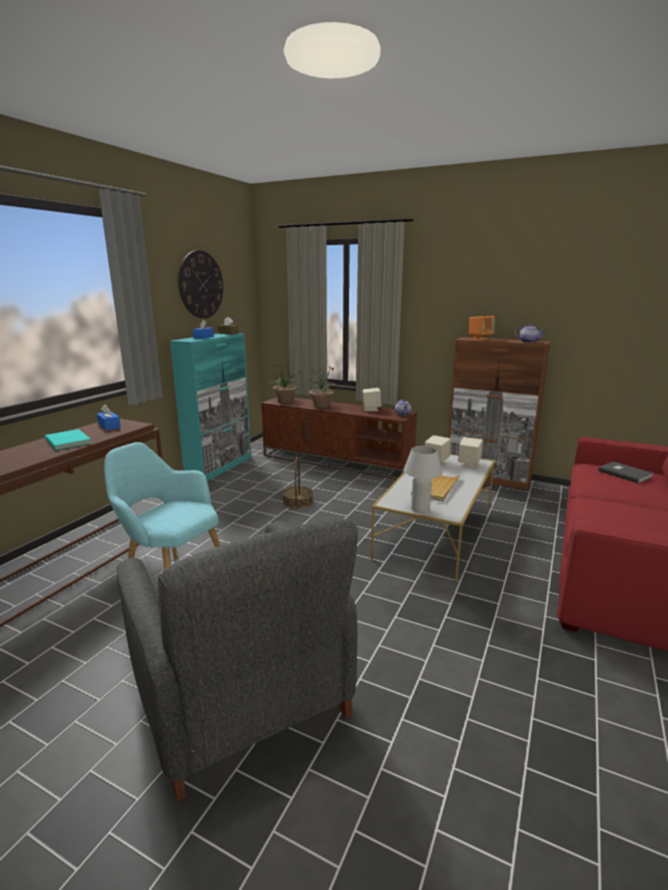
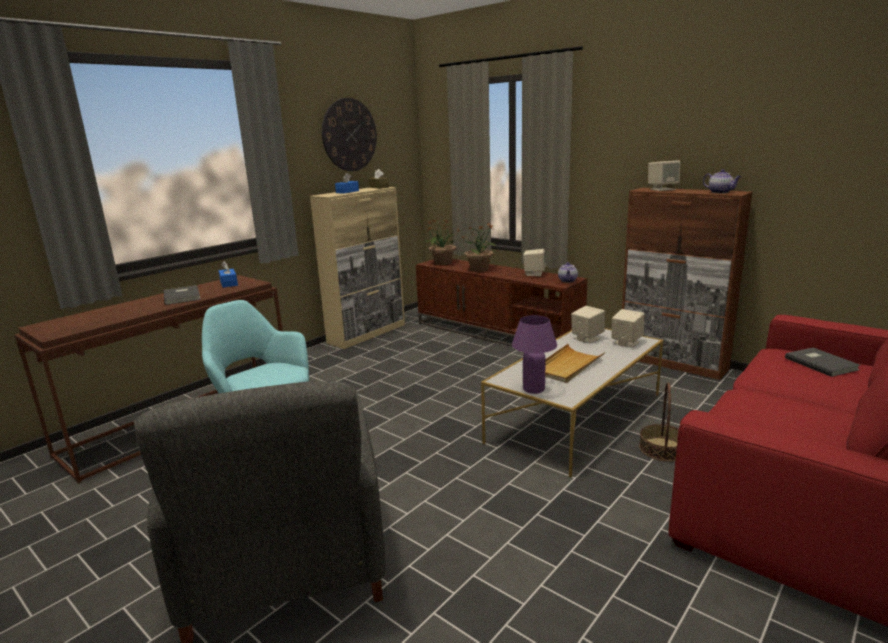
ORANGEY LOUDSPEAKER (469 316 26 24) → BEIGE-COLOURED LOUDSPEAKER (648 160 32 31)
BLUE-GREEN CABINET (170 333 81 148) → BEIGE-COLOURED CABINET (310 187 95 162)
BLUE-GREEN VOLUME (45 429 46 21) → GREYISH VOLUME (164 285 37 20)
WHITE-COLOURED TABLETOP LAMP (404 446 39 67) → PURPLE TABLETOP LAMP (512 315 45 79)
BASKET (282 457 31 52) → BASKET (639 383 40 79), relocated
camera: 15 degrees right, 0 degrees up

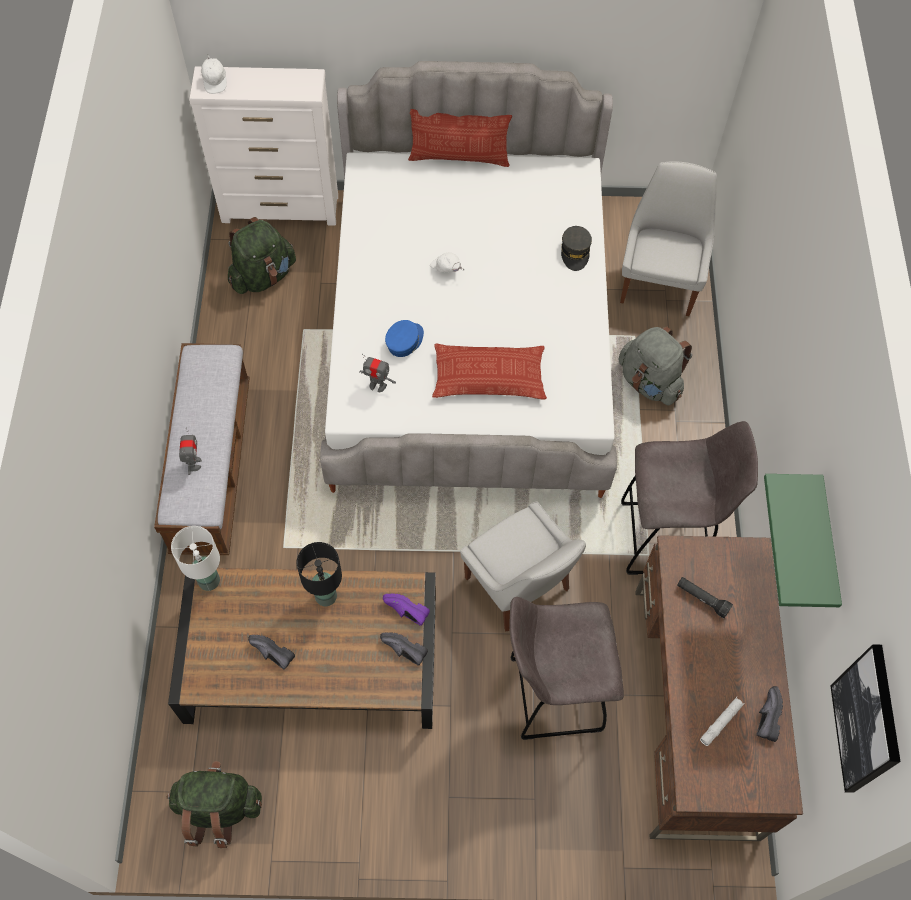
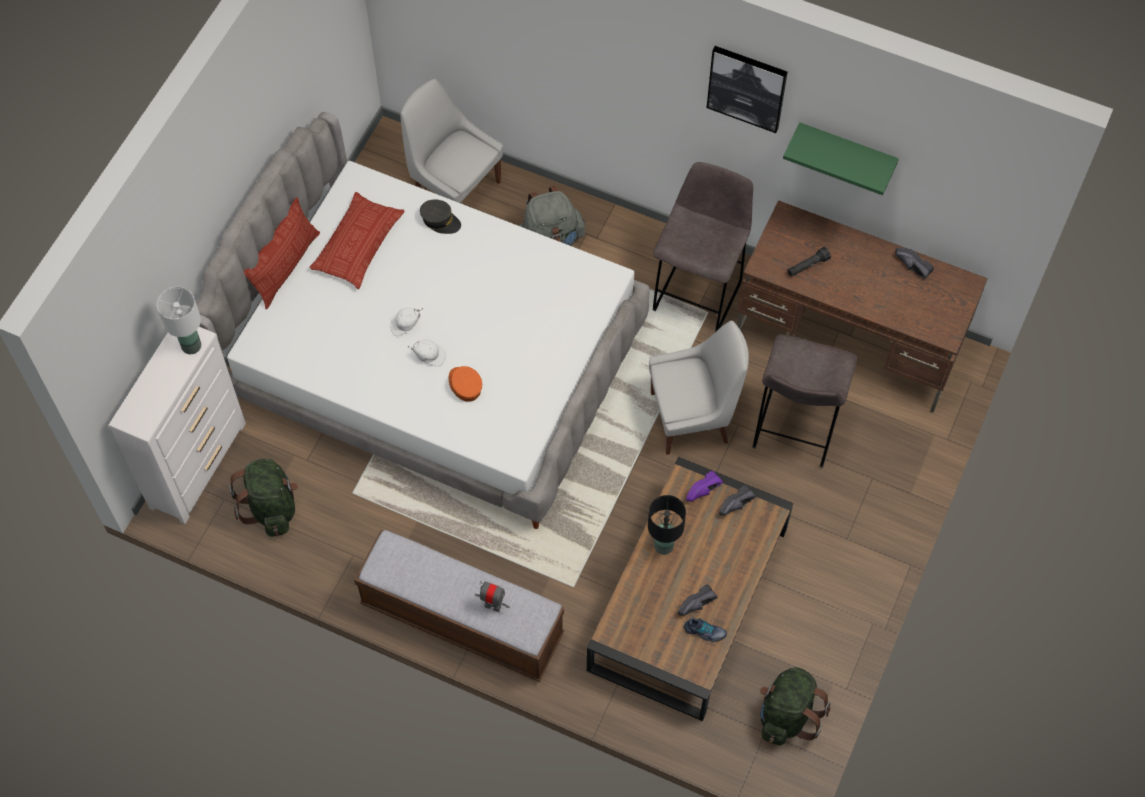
WHITE-COLOURED CAP (201 54 26 40) → WHITE-COLOURED CAP (408 339 38 27), relocated
BLUE-COLOURED CAP (385 320 39 37) → ORANGEY CAP (449 366 33 35)
PILLOW (432 344 115 55) → PILLOW (309 192 96 97), relocated
ROBOT FIGURE (359 354 37 38) → -
WHITE-COLOURED TABLETOP LAMP (171 526 49 65) → WHITE-COLOURED TABLETOP LAMP (157 287 44 67), relocated
WALL PICTURE (830 644 71 149) → WALL PICTURE (707 46 81 87), relocated
WHITE-COLOURED HAND TORCH (700 697 45 49) → -
- → LOW SHOE (684 617 43 25)
camera: 65 degrees left, 0 degrees up

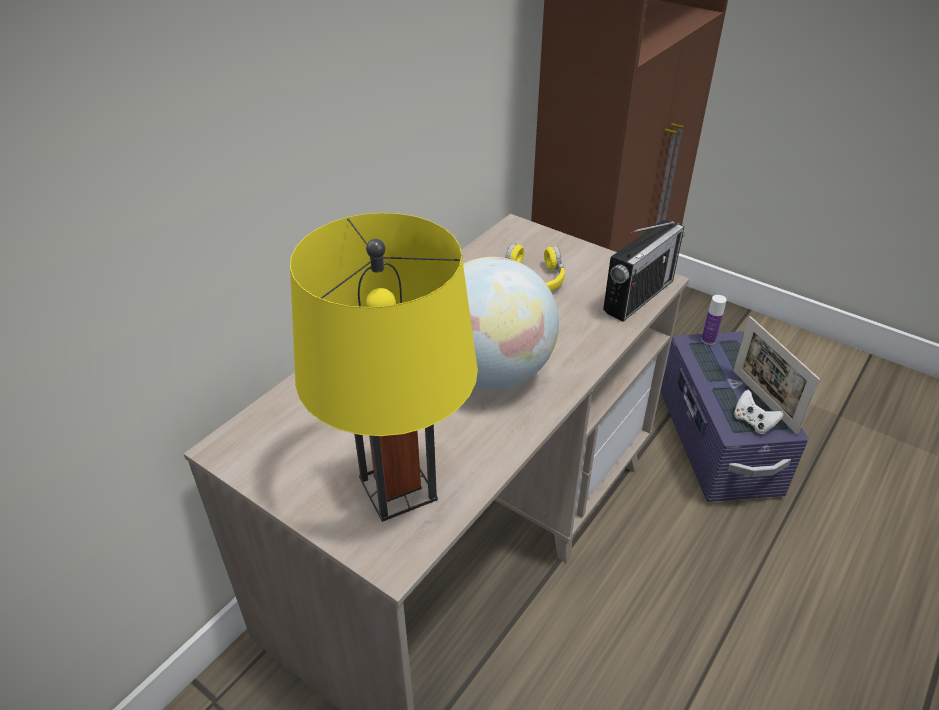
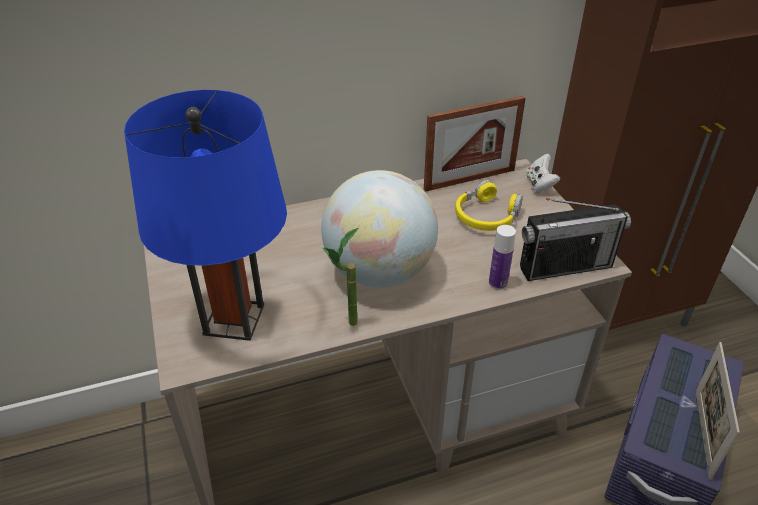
YELLOW-COLOURED TABLETOP LAMP (290 213 188 309) → BLUE-COLOURED TABLETOP LAMP (124 90 163 251)
DRINK BOTTLE (701 295 26 50) → DRINK BOTTLE (489 225 27 65), relocated
WHITE-COLOURED GAME CONTROLLER (734 390 50 44) → WHITE-COLOURED GAME CONTROLLER (526 154 34 39), relocated
- → PICTURE FRAME (424 96 102 96)
- → PLANT IN A POT (323 228 35 98)
camera: 35 degrees right, 0 degrees up

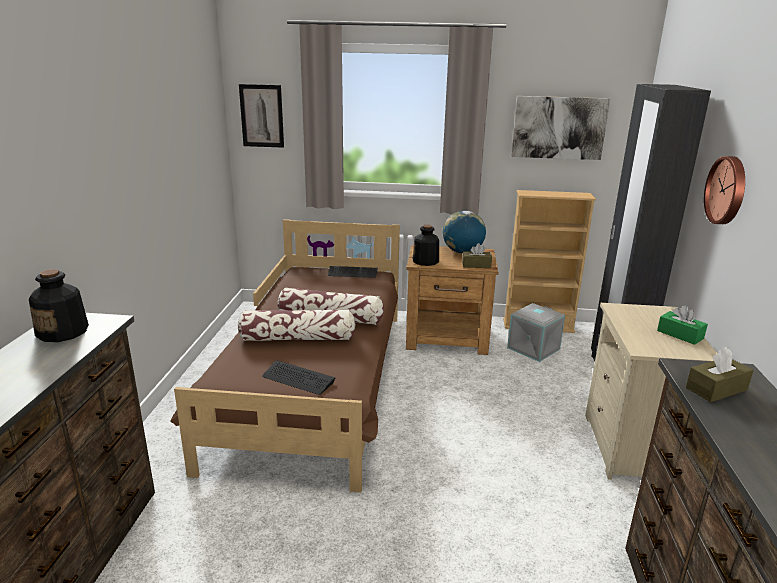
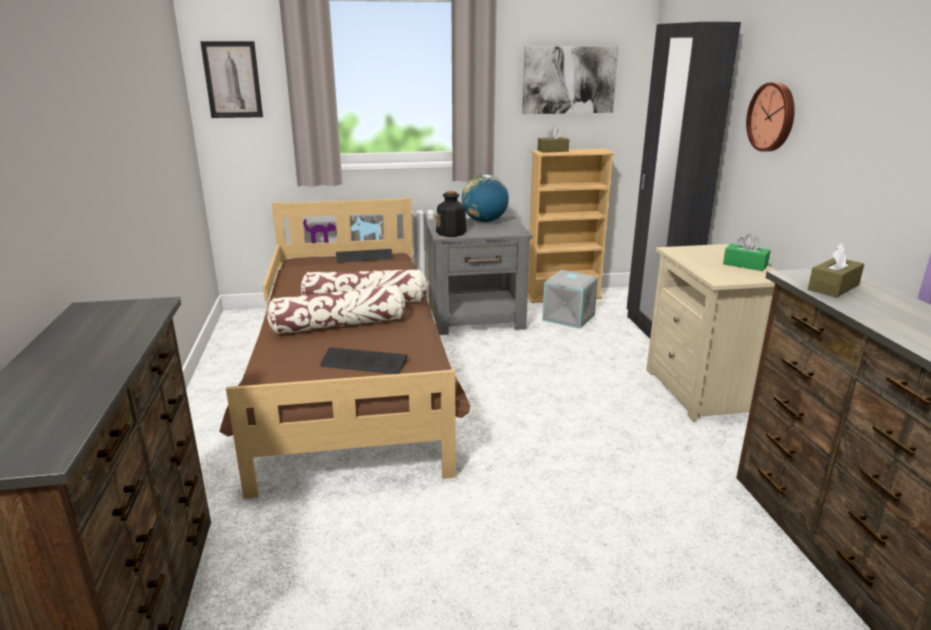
BROWN-COLOURED BOX OF TISSUES (462 243 30 25) → BROWN-COLOURED BOX OF TISSUES (538 126 31 27), relocated
BROWN-COLOURED NIGHTSTAND (406 245 92 110) → GREYISH NIGHTSTAND (425 216 108 119)
DRINK BOTTLE (29 269 60 73) → -
camera: 15 degrees left, 0 degrees up

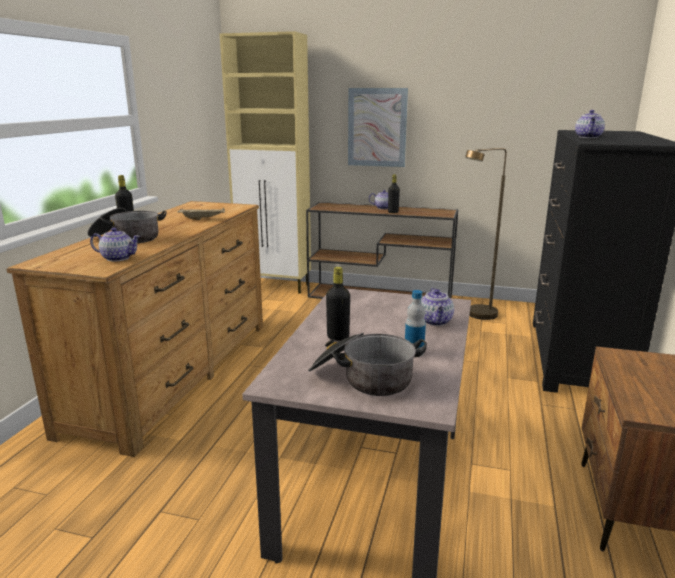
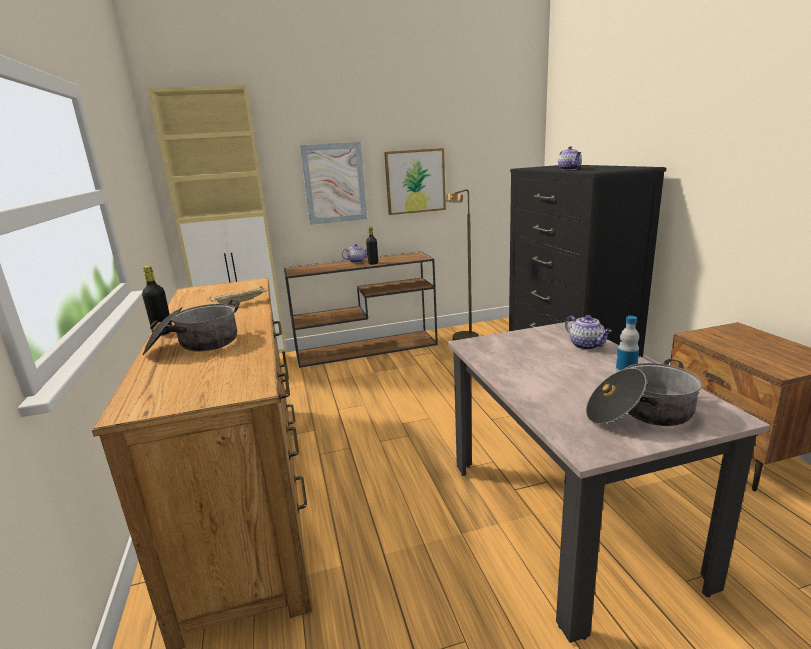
POT FOR TEA (90 228 51 34) → -
BLACKISH DRINK BOTTLE (326 267 24 74) → -
- → WALL PICTURE (384 148 62 67)
camera: 30 degrees left, 0 degrees up

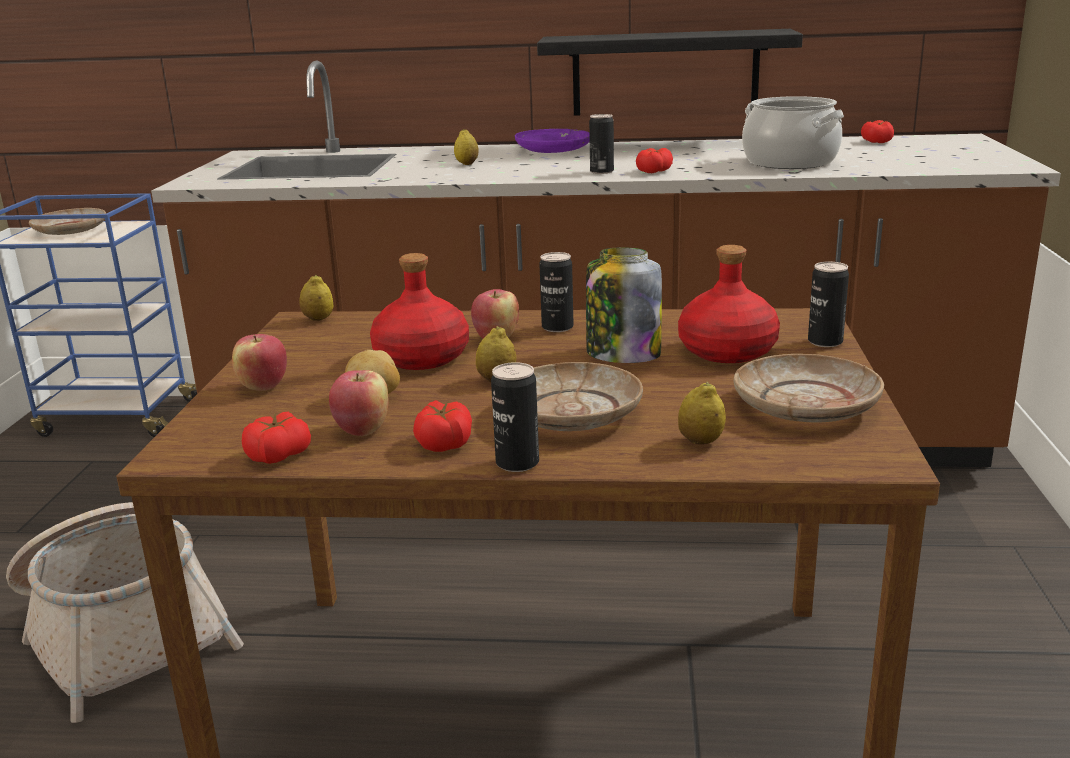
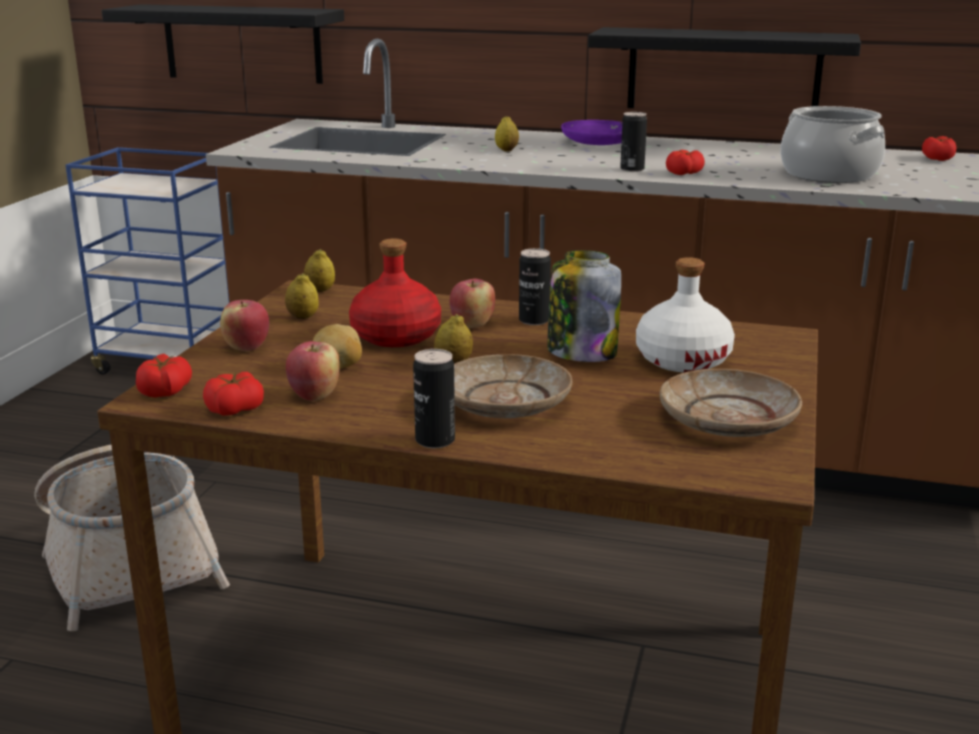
BEIGE-COLOURED FLAT DISH (29 208 77 27) → -
RED-COLOURED DRINK BOTTLE (678 245 102 118) → WHITE-COLOURED DRINK BOTTLE (636 257 99 115)
CAN (808 262 41 85) → -
LEMON (678 382 48 62) → LEMON (285 273 33 46), relocated
TOMATO (413 400 59 52) → TOMATO (136 354 56 44), relocated
- → BLACKISH WALL SHELF (102 4 242 80)
camera: 10 degrees right, 0 degrees up

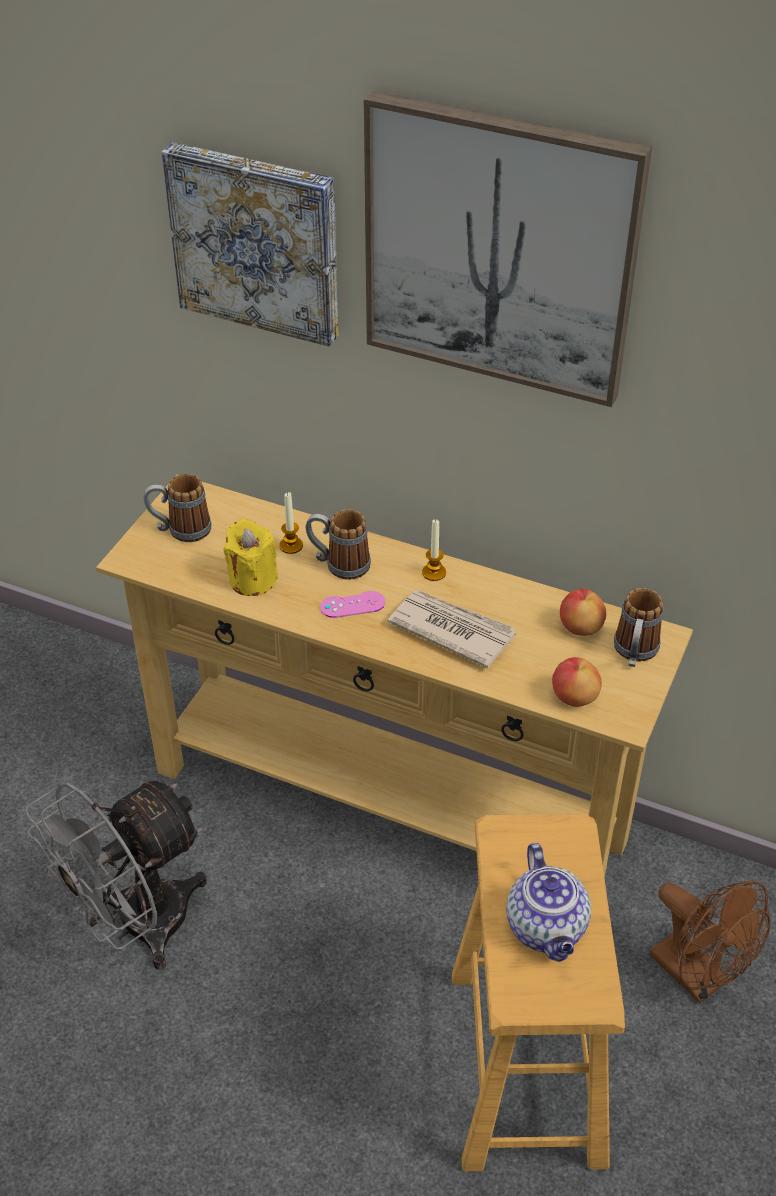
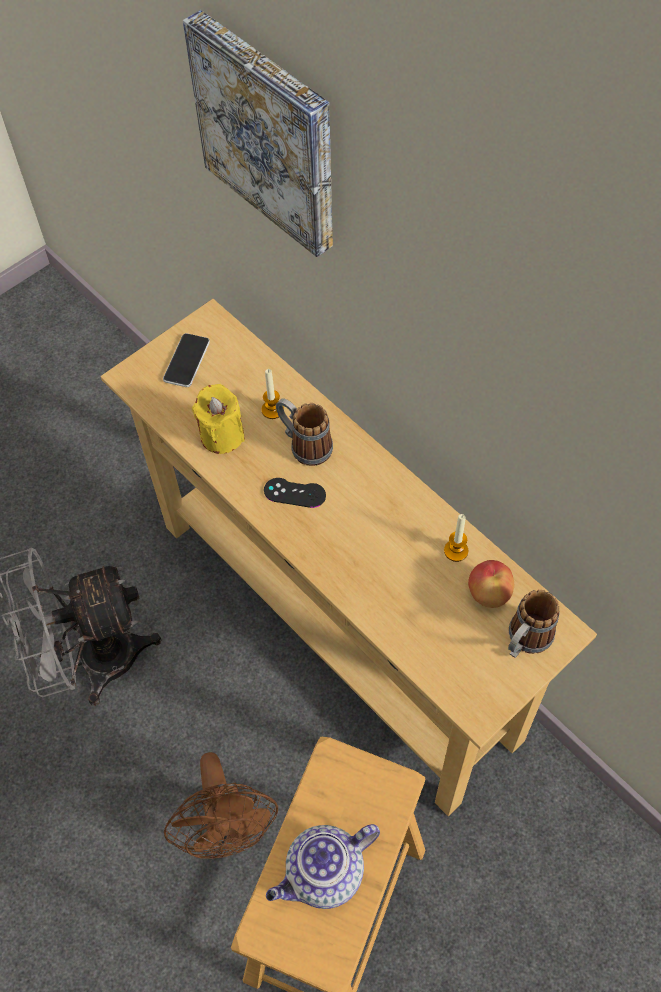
WALL PICTURE (364 91 288 316) → -
TEA MUG (144 473 68 69) → PHONE (163 333 47 54)
WAX LIGHT (422 519 24 62) → WAX LIGHT (444 514 24 48), relocated
NEWSPAPER (388 590 128 78) → -
PINK GAME CONTROLLER (320 591 65 27) → BLACKISH GAME CONTROLLER (264 478 62 30)
APPLE FRUIT (552 657 50 50) → -
POT FOR TEA (506 843 85 119) → POT FOR TEA (266 824 114 85), 45 degrees clockwise
BROWN-COLOURED ELECTRIC FAN (650 881 121 122) → BROWN-COLOURED ELECTRIC FAN (164 752 114 107), relocated
camera: 25 degrees right, 15 degrees up

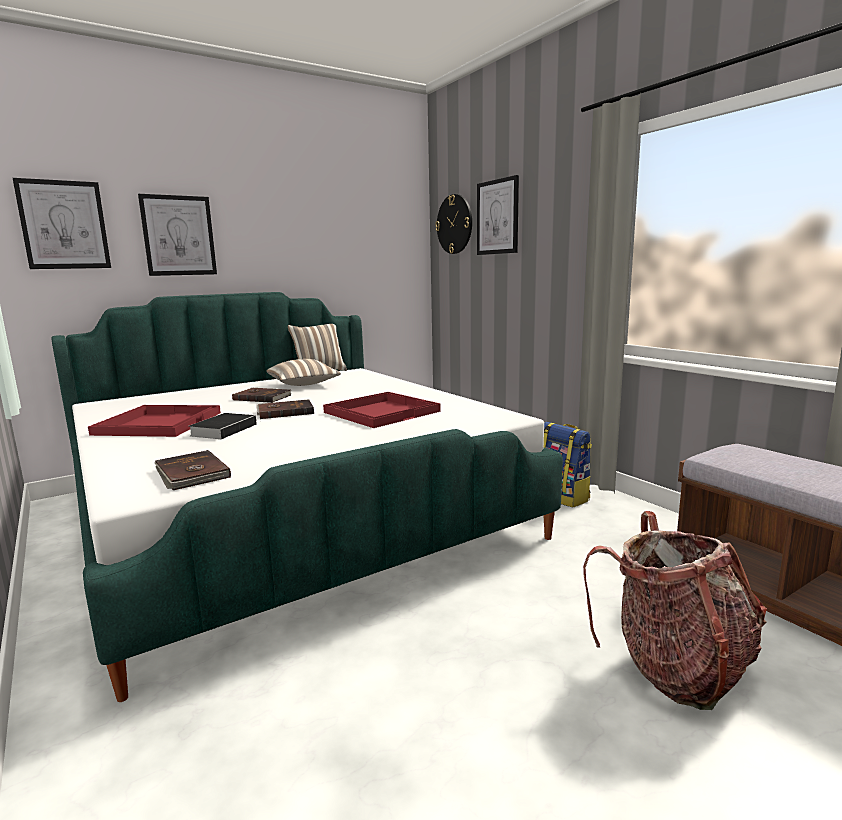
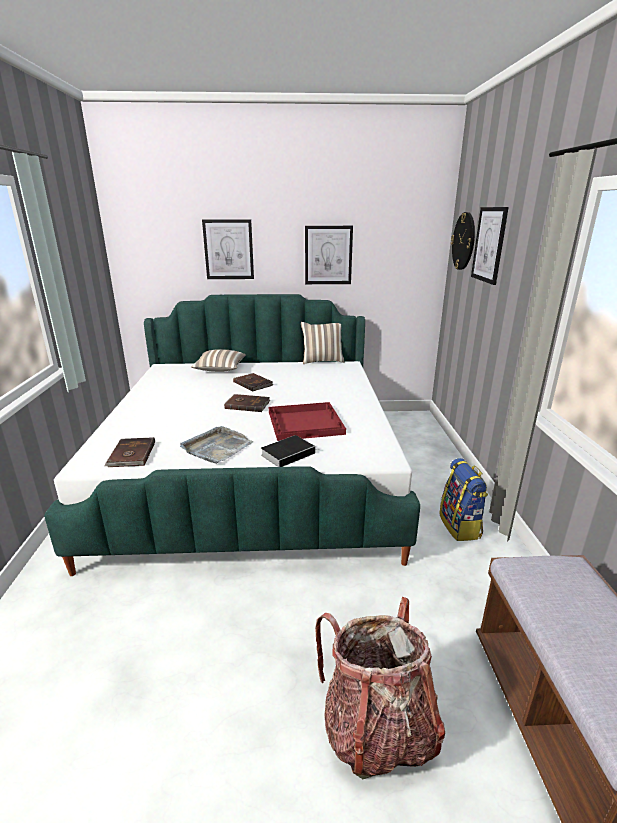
WALL PICTURE (13 178 98 91) → WALL PICTURE (305 226 48 58), relocated
PILLOW (266 359 75 27) → PILLOW (191 350 55 22), relocated
RED-COLOURED SERVING TRAY (88 405 133 32) → -
VOLUME (189 413 68 26) → VOLUME (261 435 57 32), relocated
- → GREYISH SERVING TRAY (180 426 73 38)
camera: 30 degrees right, 10 degrees up

